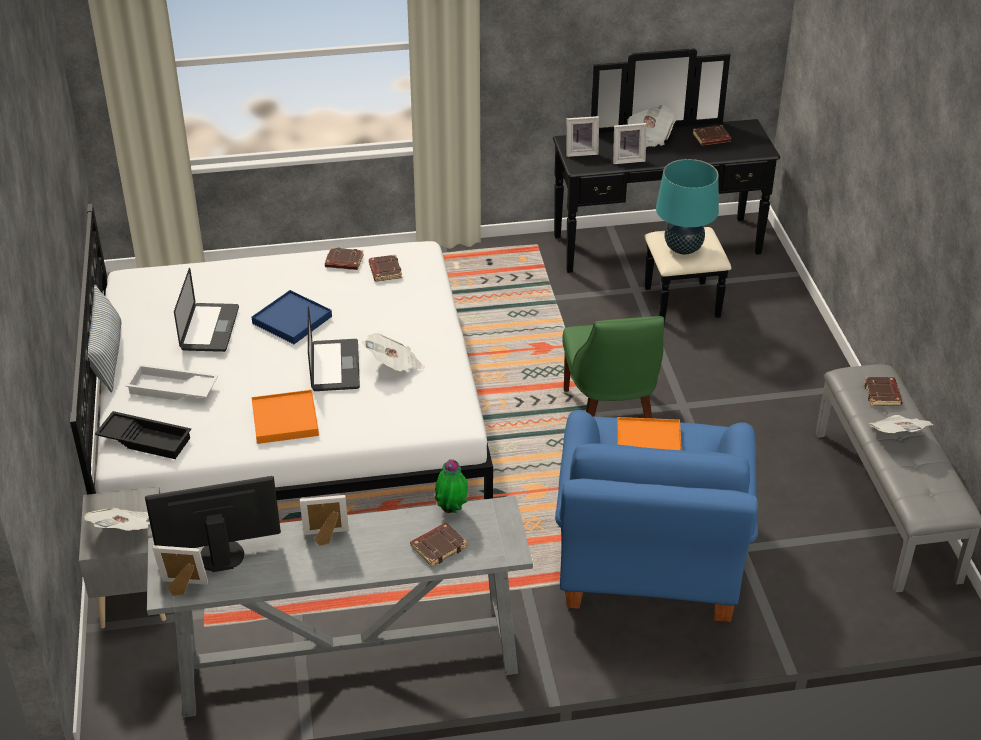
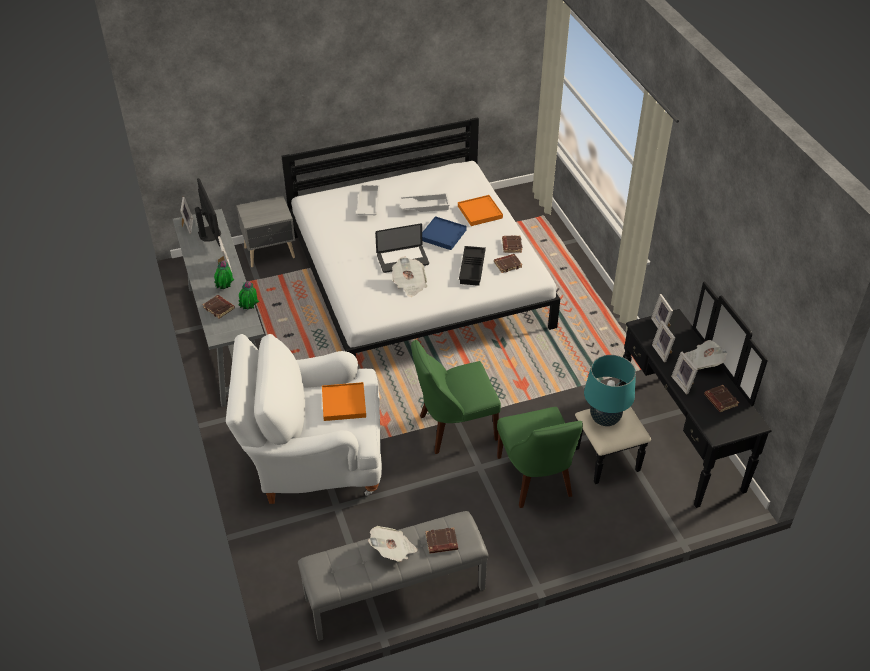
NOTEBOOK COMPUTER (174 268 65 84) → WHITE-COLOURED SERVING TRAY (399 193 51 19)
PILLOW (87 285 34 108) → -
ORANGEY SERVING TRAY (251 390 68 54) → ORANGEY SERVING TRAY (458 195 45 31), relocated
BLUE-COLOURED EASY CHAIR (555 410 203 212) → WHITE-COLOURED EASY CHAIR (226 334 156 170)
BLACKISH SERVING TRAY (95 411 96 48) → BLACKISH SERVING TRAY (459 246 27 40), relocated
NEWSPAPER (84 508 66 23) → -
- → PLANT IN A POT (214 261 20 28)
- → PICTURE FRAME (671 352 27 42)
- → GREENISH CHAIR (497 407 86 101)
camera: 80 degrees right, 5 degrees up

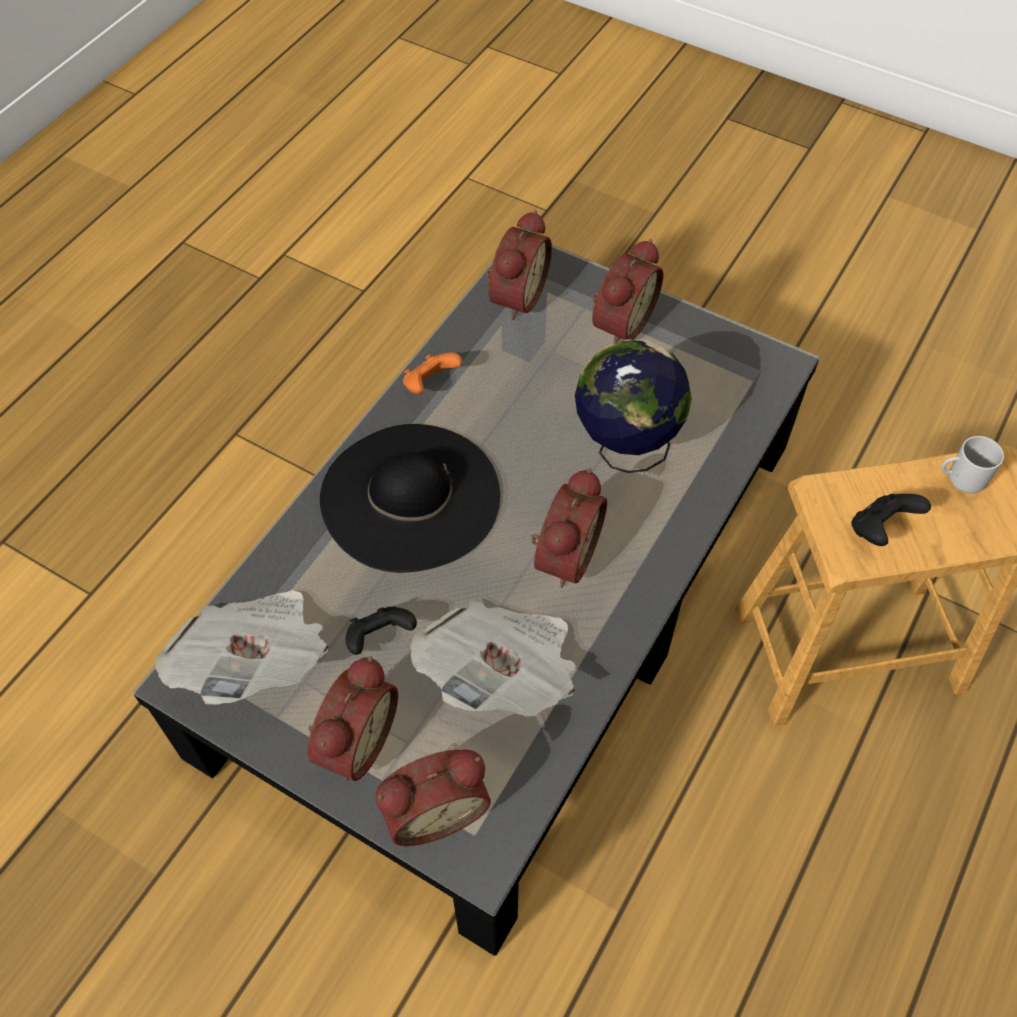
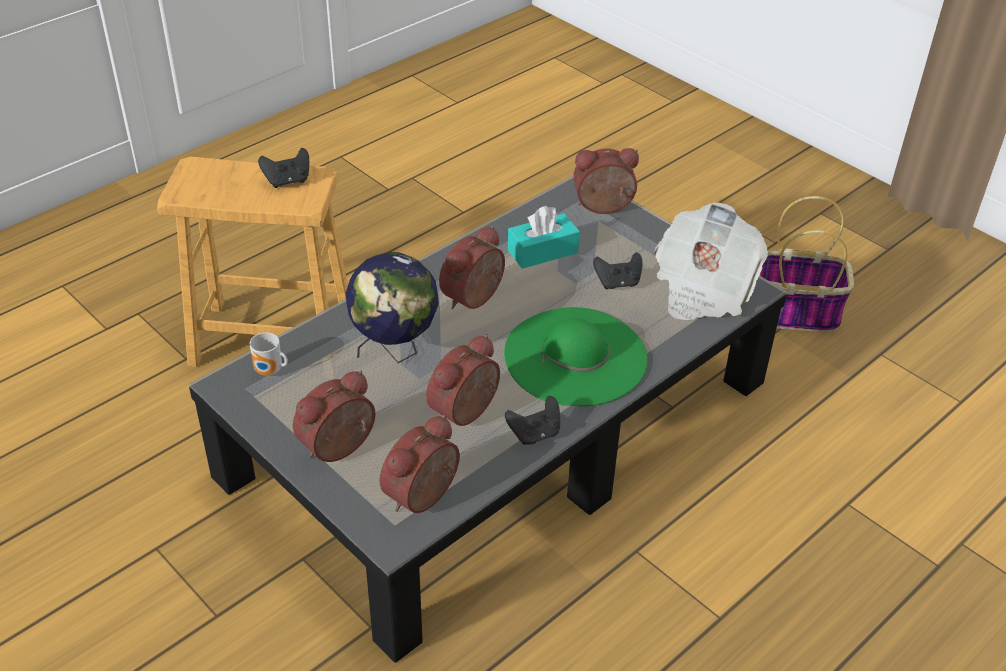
ORANGEY GAME CONTROLLER (403 352 59 42) → BLACKISH GAME CONTROLLER (505 396 55 49)
BLACKISH WEARABLE HAT (320 424 180 149) → GREENISH WEARABLE HAT (504 307 144 99)
TEA MUG (941 436 63 57) → TEA MUG (250 332 38 44), relocated
NEWSPAPER (410 601 166 116) → BLUE-GREEN BOX OF TISSUES (508 206 72 63)
TABLE CLOCK (307 656 91 125) → TABLE CLOCK (426 334 74 92), relocated
- → BASKET (760 196 94 136)
camera: 165 degrees left, 15 degrees down

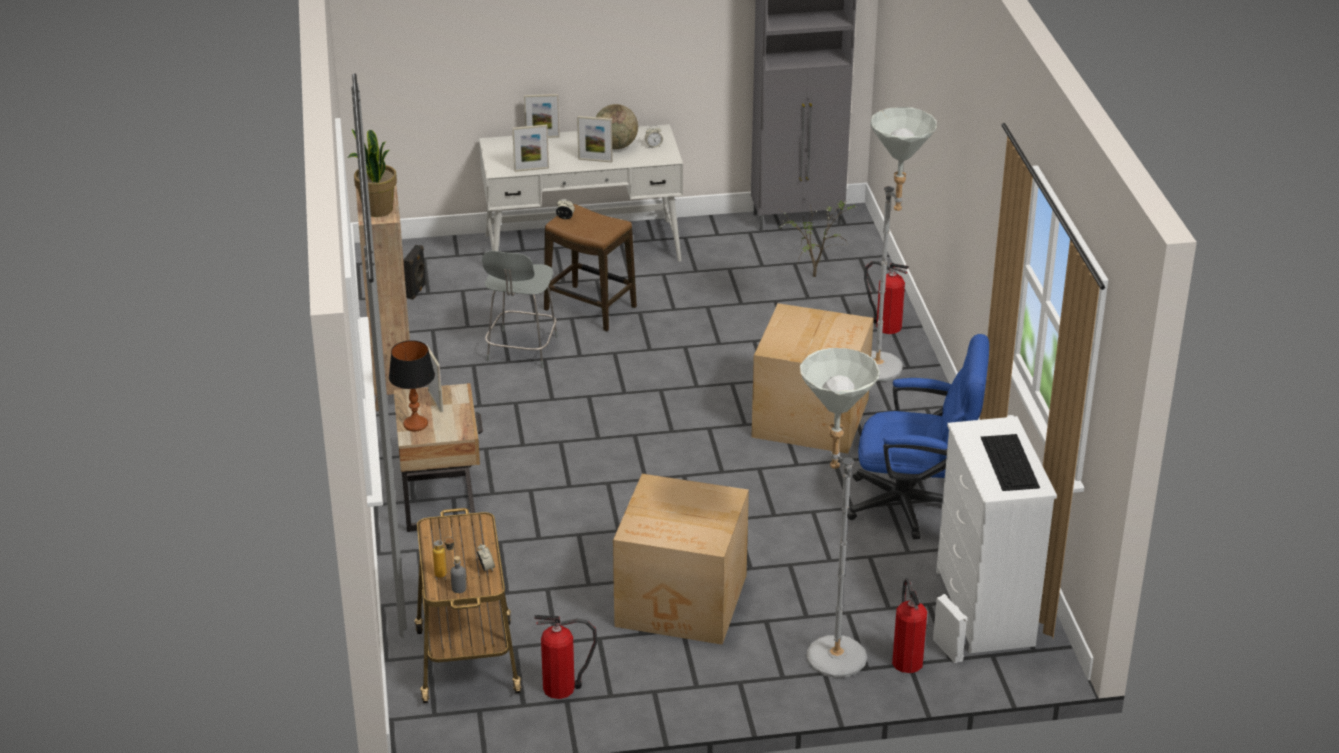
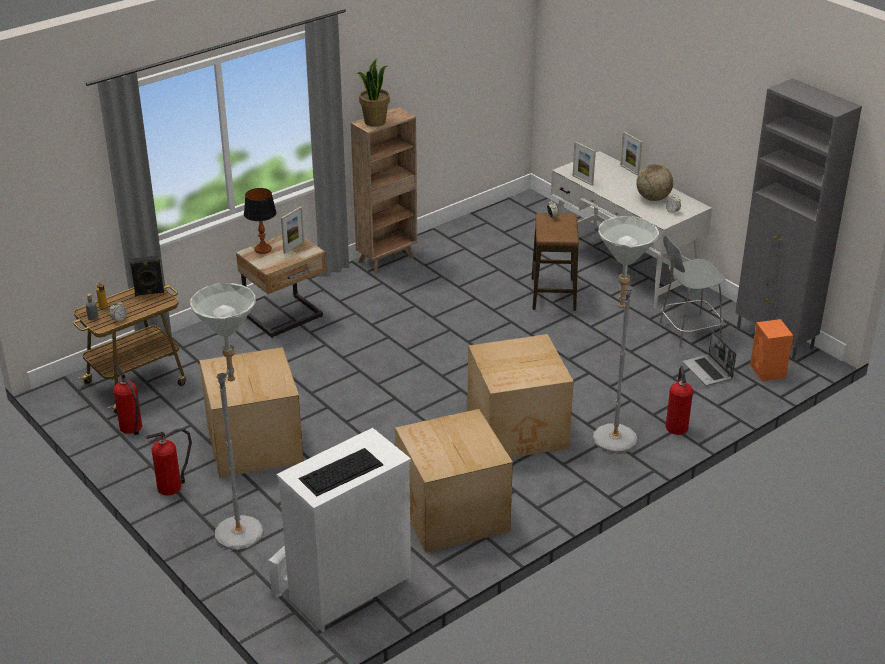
PICTURE FRAME (577 116 36 46) → -
PLANT IN A POT (778 201 79 76) → NOTEBOOK COMPUTER (683 331 53 55)
BLACKISH LOUDSPEAKER (403 245 23 55) → BLACKISH LOUDSPEAKER (130 255 34 41), relocated
GREYISH CHAIR (482 251 76 117) → GREYISH CHAIR (660 236 65 111), relocated
BLUE-COLOURED DESK CHAIR (847 334 142 205) → PACKING BOX (395 409 118 144)
EXTINGUISHER (892 578 35 95) → EXTINGUISHER (146 428 46 68), relocated
- → ORANGEY LOUDSPEAKER (750 319 43 62)
camera: 60 degrees right, 0 degrees up

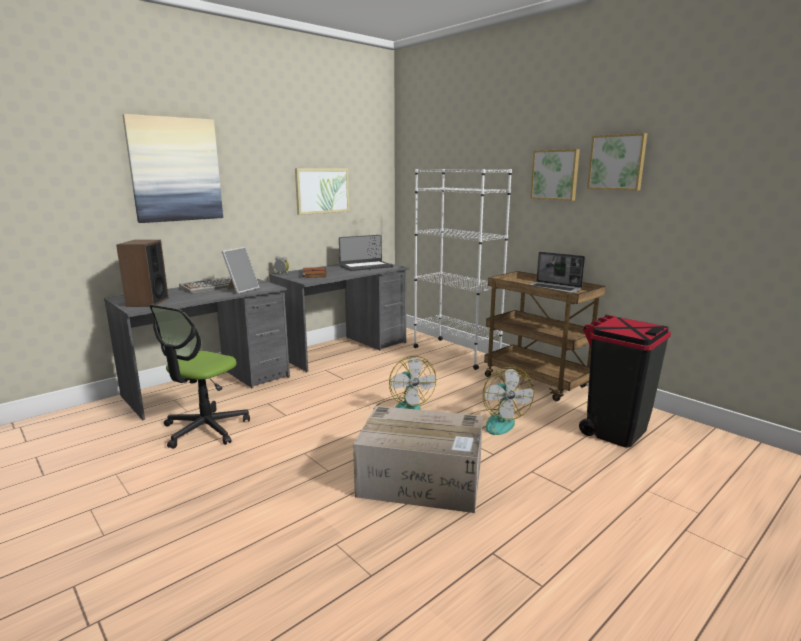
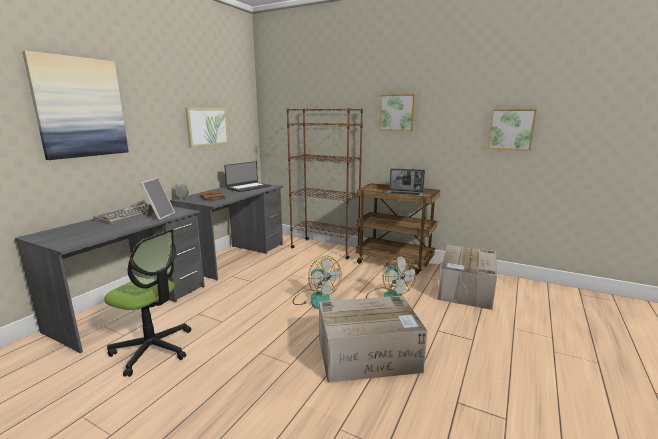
WALL PICTURE (587 133 60 58) → WALL PICTURE (488 109 49 42), relocated
WHITE-COLOURED BOOKSHELF (413 169 99 201) → BROWN-COLOURED BOOKSHELF (287 108 76 152)
LOUDSPEAKER (116 240 52 67) → -
DESK CHAIR (149 304 101 145) → DESK CHAIR (104 229 87 148), 75 degrees counterclockwise
BLACKISH WASTE BIN (579 315 92 133) → PACKING BOX (437 245 60 65)
camera: 20 degrees left, 0 degrees up

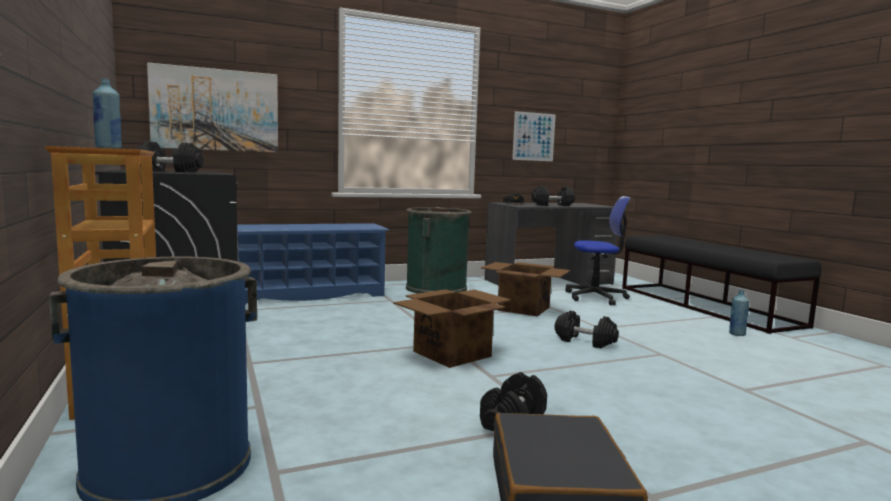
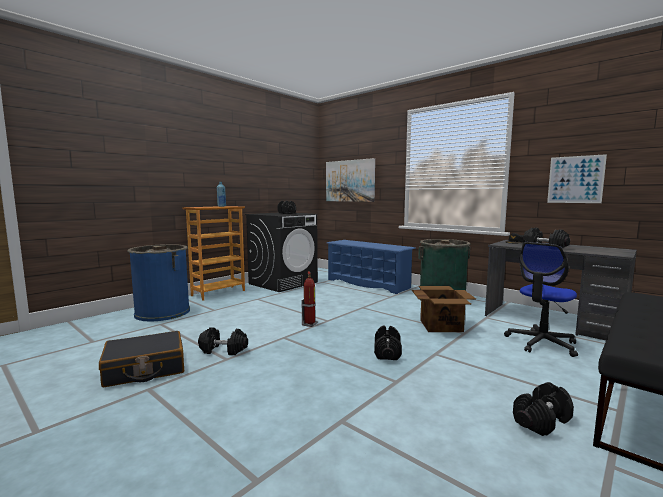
DESK CHAIR (565 196 66 109) → DESK CHAIR (504 242 74 115), 75 degrees clockwise
PACKING BOX (393 289 119 79) → EXTINGUISHER (302 271 15 56)
BLUE-COLOURED DRINK BOTTLE (729 290 20 46) → BLACKISH HAND WEIGHT (513 382 61 54)
camera: 65 degrees right, 0 degrees up

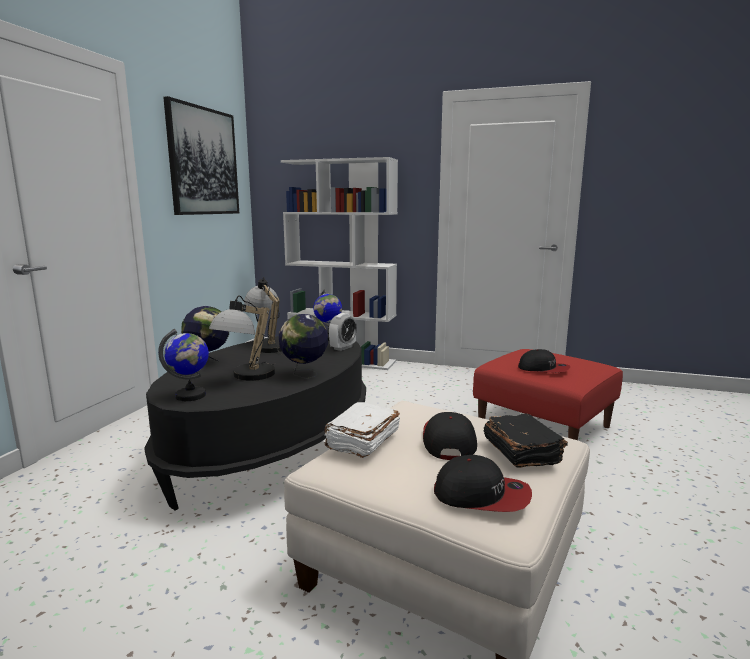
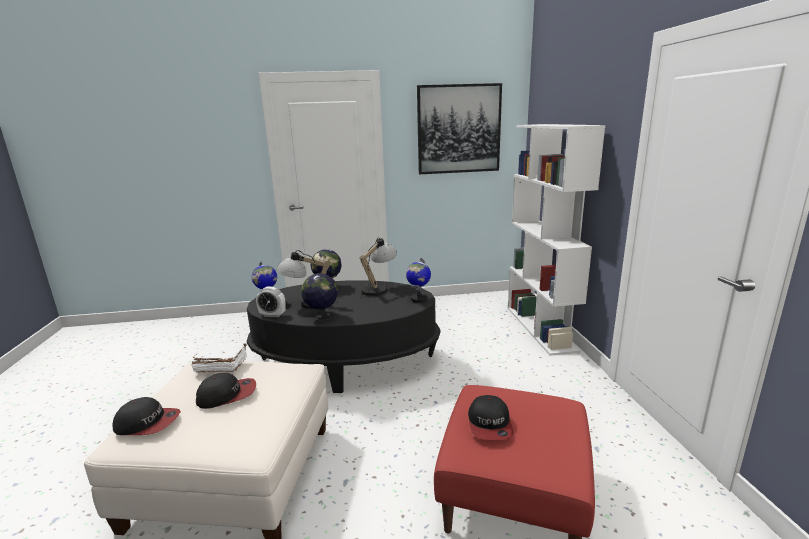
TABLE CLOCK (329 313 28 38) → TABLE CLOCK (256 287 30 30), relocated
BLACKISH VOLUME (484 413 84 55) → -
CAP (434 455 98 57) → CAP (113 397 68 38), 75 degrees counterclockwise
camera: 65 degrees right, 5 degrees up

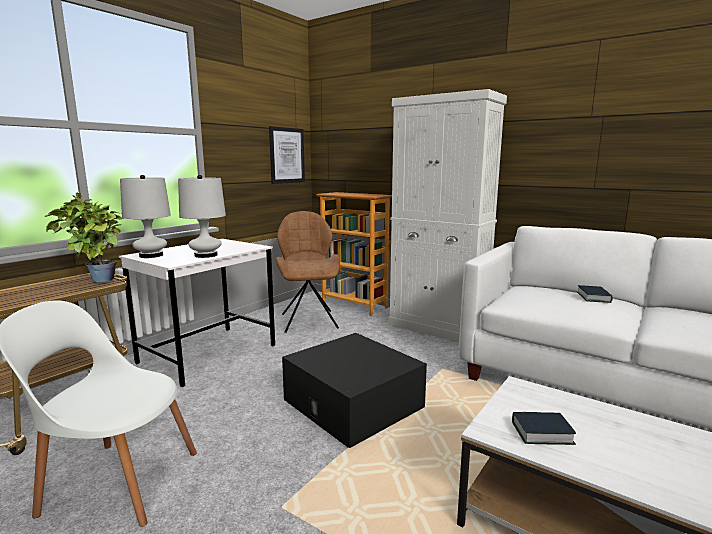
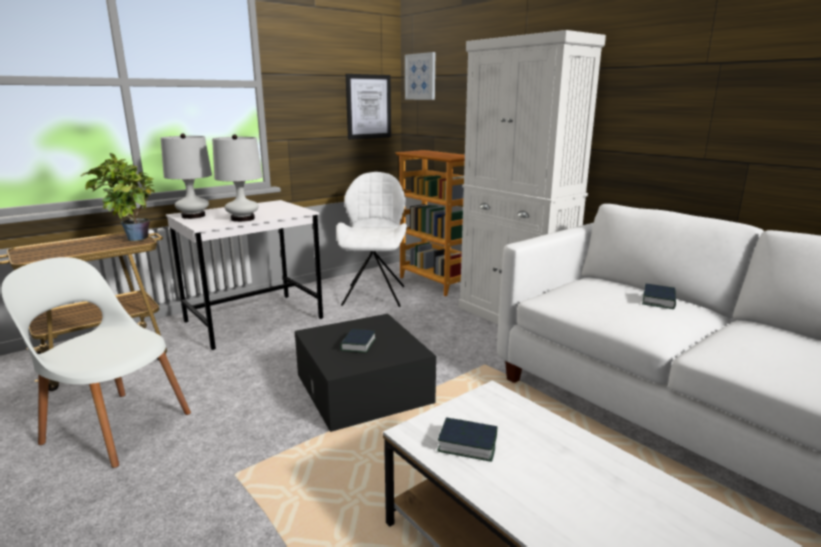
BROWN-COLOURED CHAIR (276 211 64 122) → WHITE-COLOURED CHAIR (336 172 71 135)
- → WALL PICTURE (405 52 30 48)
- → VOLUME (340 329 36 24)
camera: 15 degrees right, 5 degrees up

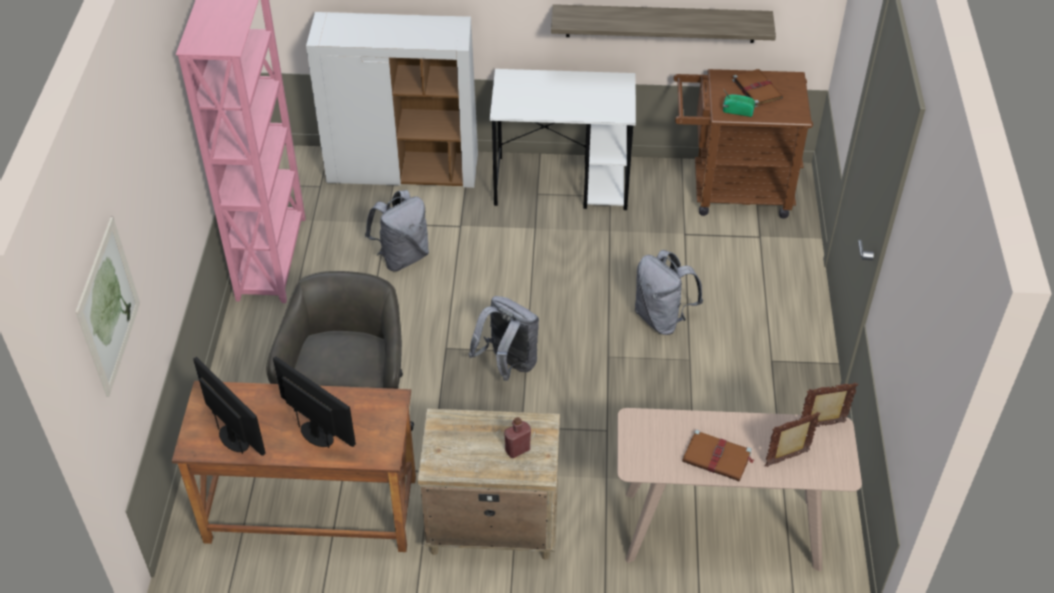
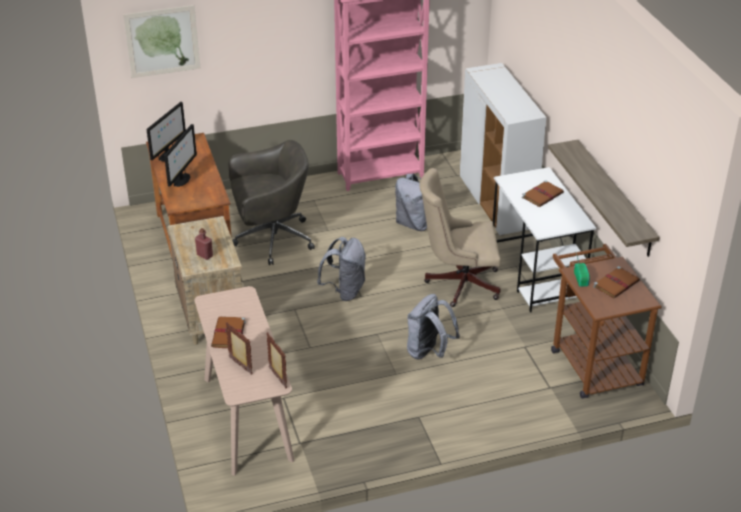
- → BEIGE-COLOURED DESK CHAIR (419 168 82 139)
- → BROWN-COLOURED VOLUME (522 180 42 27)
camera: 70 degrees right, 10 degrees down

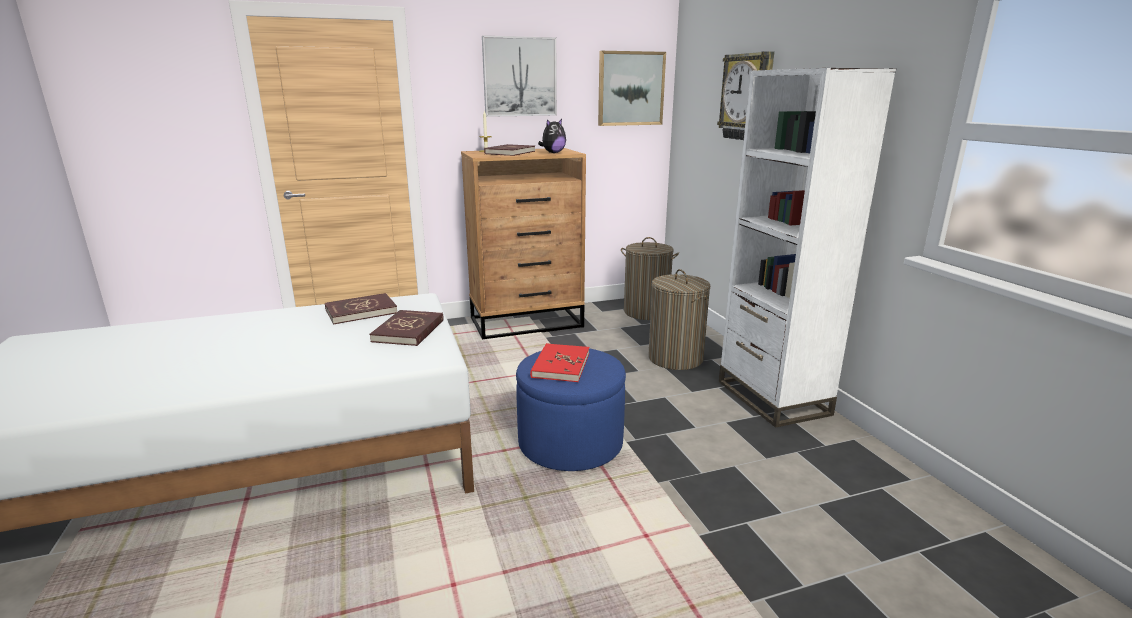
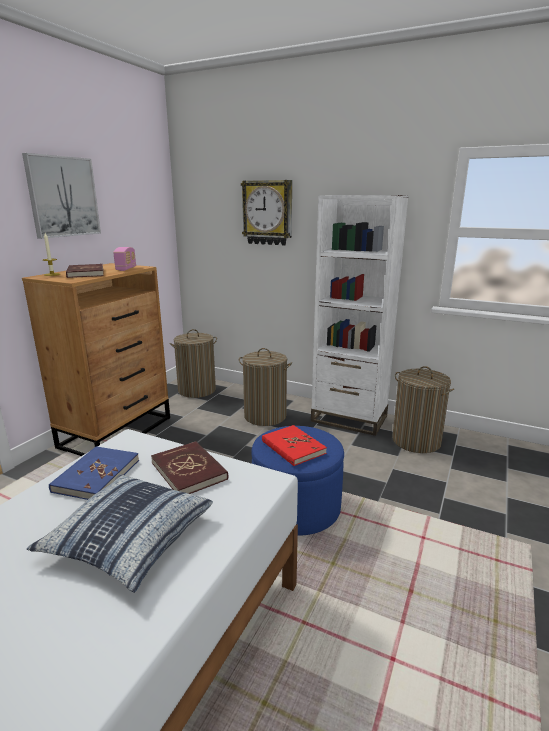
WALL PICTURE (598 51 68 75) → -
PLUSH TOY (538 119 28 34) → RADIO SET (113 247 23 24)
RED-COLOURED VOLUME (325 293 72 32) → BLUE-COLOURED VOLUME (49 446 90 54)
- → WASHING BASKET (392 366 63 87)
- → PILLOW (26 474 187 119)
camera: 45 degrees left, 0 degrees up

